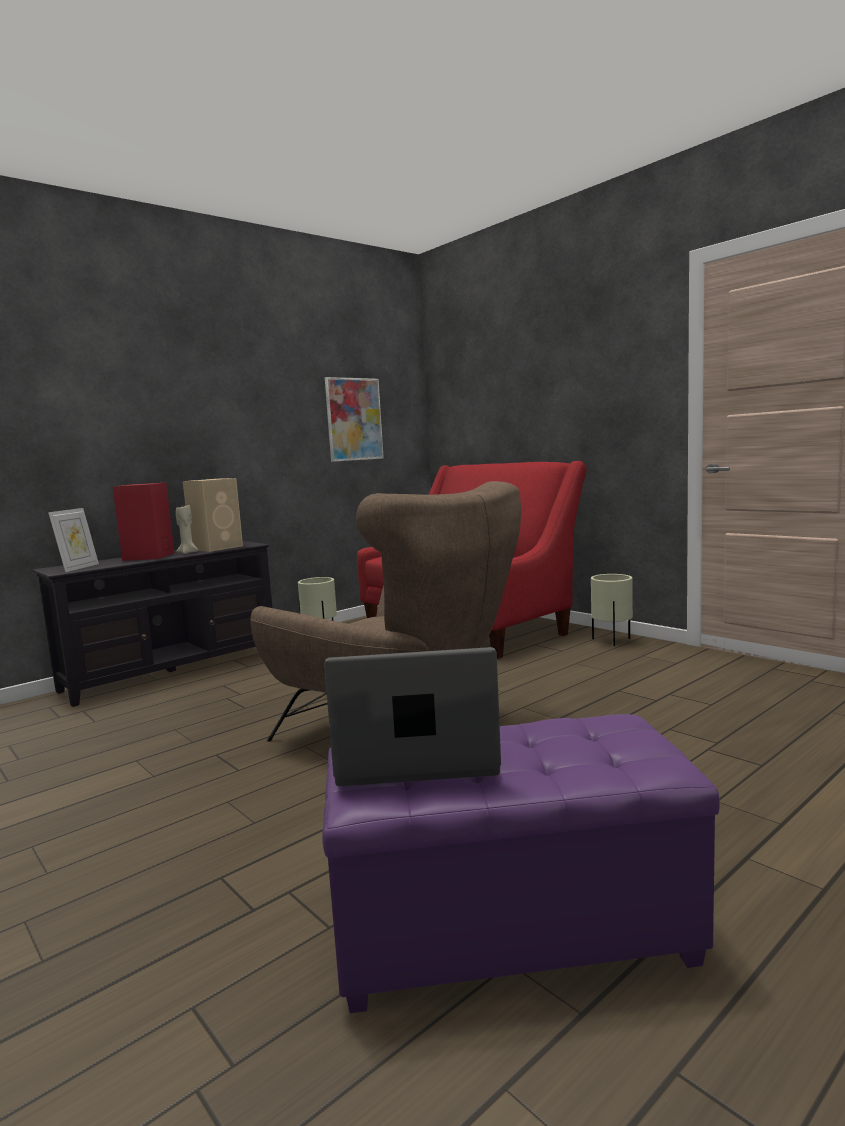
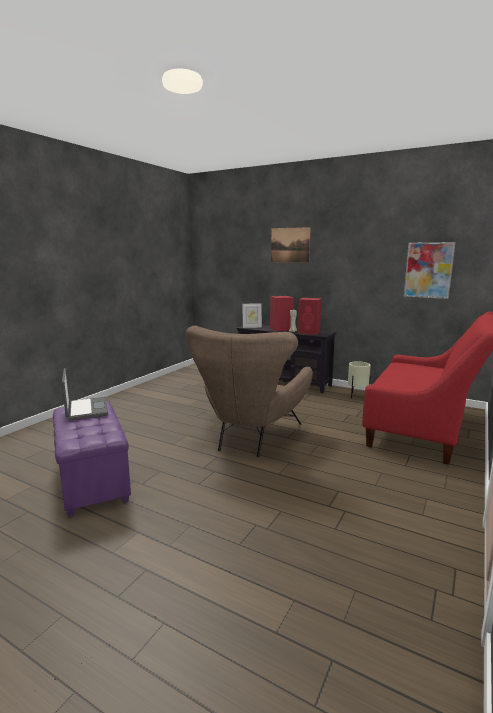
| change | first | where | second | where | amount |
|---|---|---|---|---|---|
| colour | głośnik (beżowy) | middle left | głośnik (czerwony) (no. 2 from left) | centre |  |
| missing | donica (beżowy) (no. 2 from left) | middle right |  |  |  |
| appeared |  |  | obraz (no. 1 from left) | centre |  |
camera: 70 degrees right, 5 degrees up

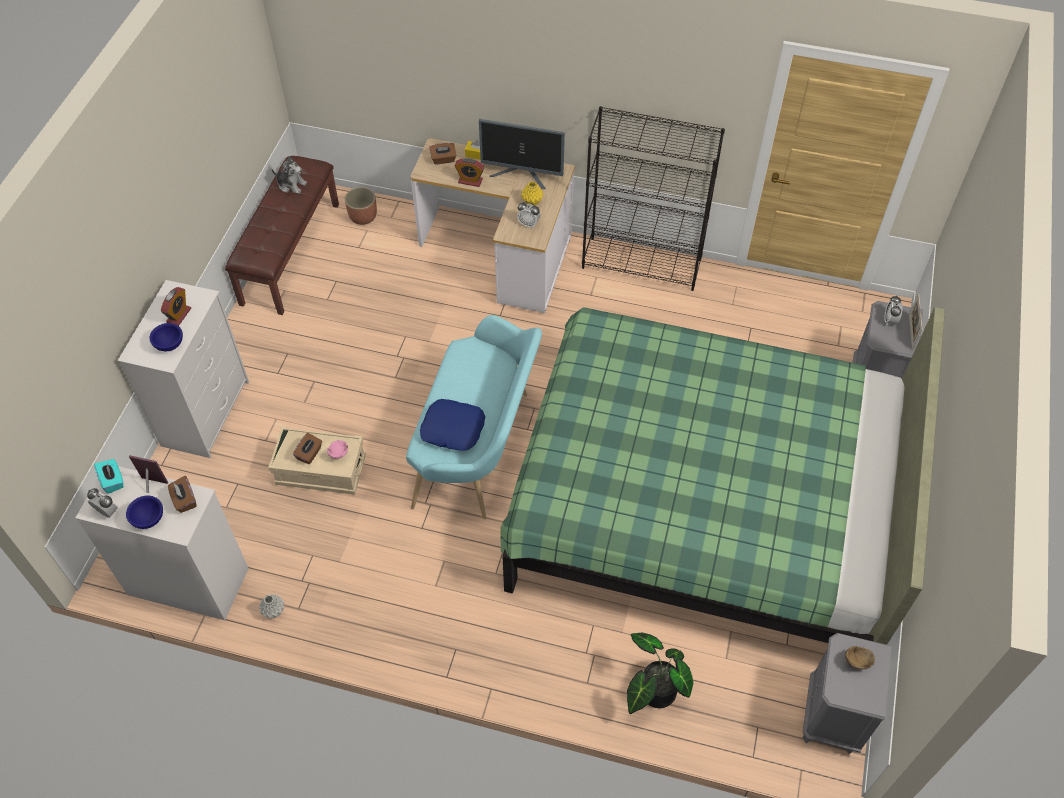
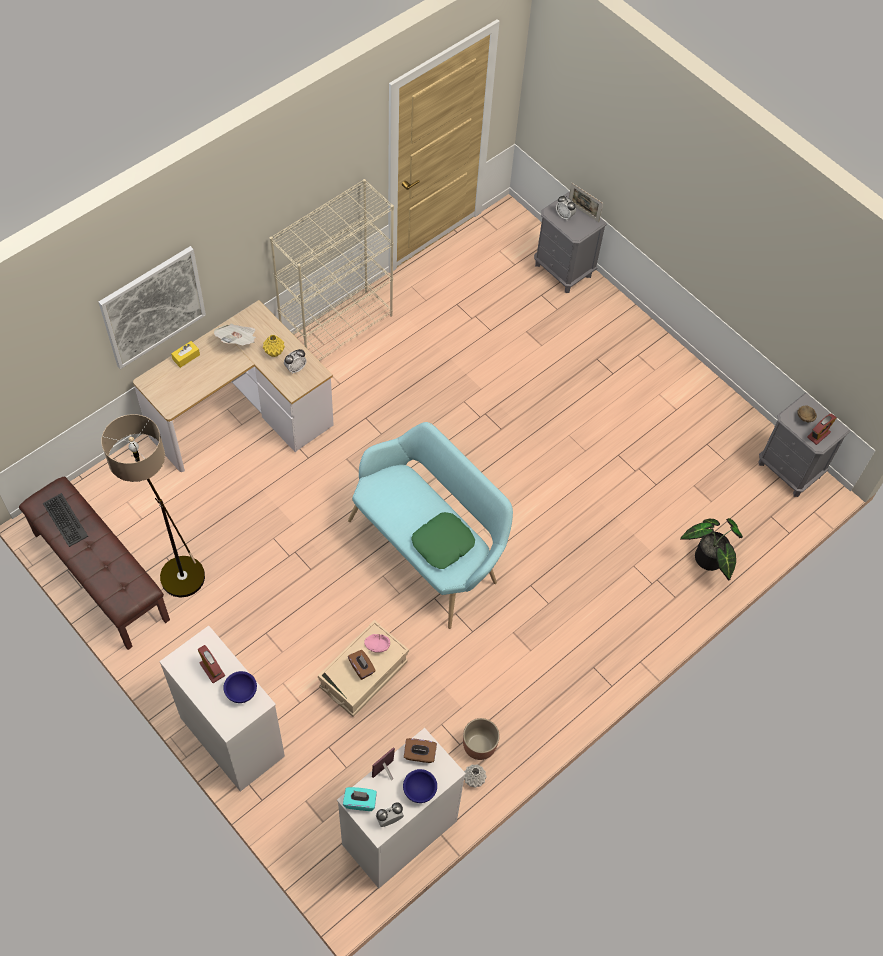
| change | first | where | second | where | amount |
|---|---|---|---|---|---|
| colour | regał (czarny) | top centre | regał (beżowy) | top centre |  |
| exchanged | monitor | top centre | gazeta | middle left |  |
| missing | pudełko chusteczek (brązowy) (no. 3 from left) | top centre |  |  |  |
| exchanged | pluszak | top left | klawiatura | middle left |  |
| relocated | budzik (no. 3 from left in the first image) | top centre | budzik (no. 5 from left) | middle right |  |
| relocated | donica | top centre |  | bottom centre |  |
| missing | łóżko (zielony) | middle right |  |  |  |
| colour | poduszka (niebieski) | centre | poduszka (zielony) | centre |  |
| appeared |  |  | obraz | top left |  |
| appeared |  |  | lampa stojąca | middle left |  |
camera: 60 degrees left, 5 degrees up

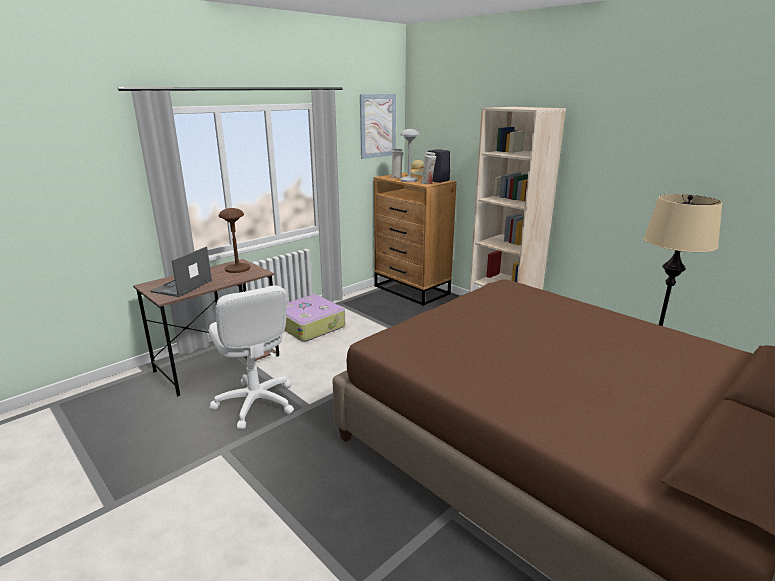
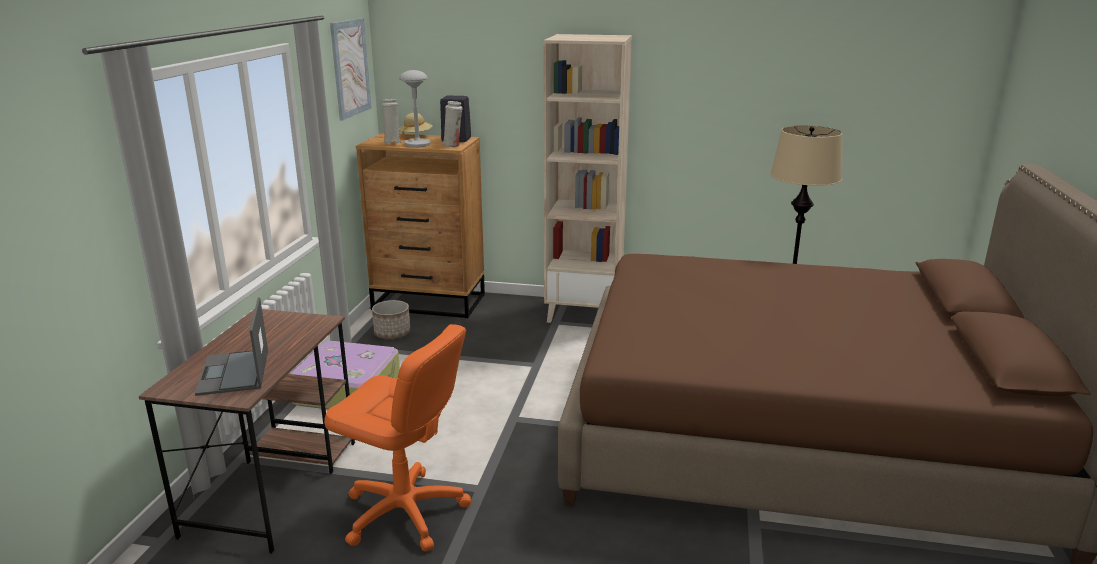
| change | first | where | second | where | amount |
|---|---|---|---|---|---|
| missing | lampa stołowa (brązowy) | middle left |  |  |  |
| colour | krzesło biurowe (biały) | middle left | krzesło biurowe (pomarańczowy) | bottom centre |  |
| appeared |  |  | donica | centre |  |
camera: 35 degrees left, 0 degrees up

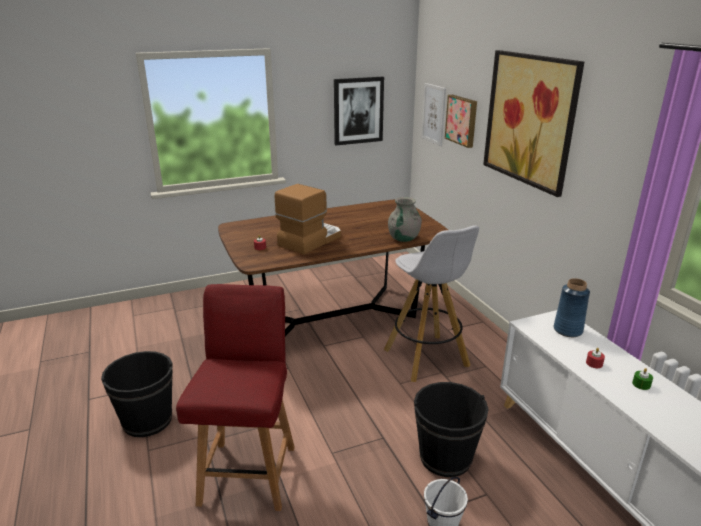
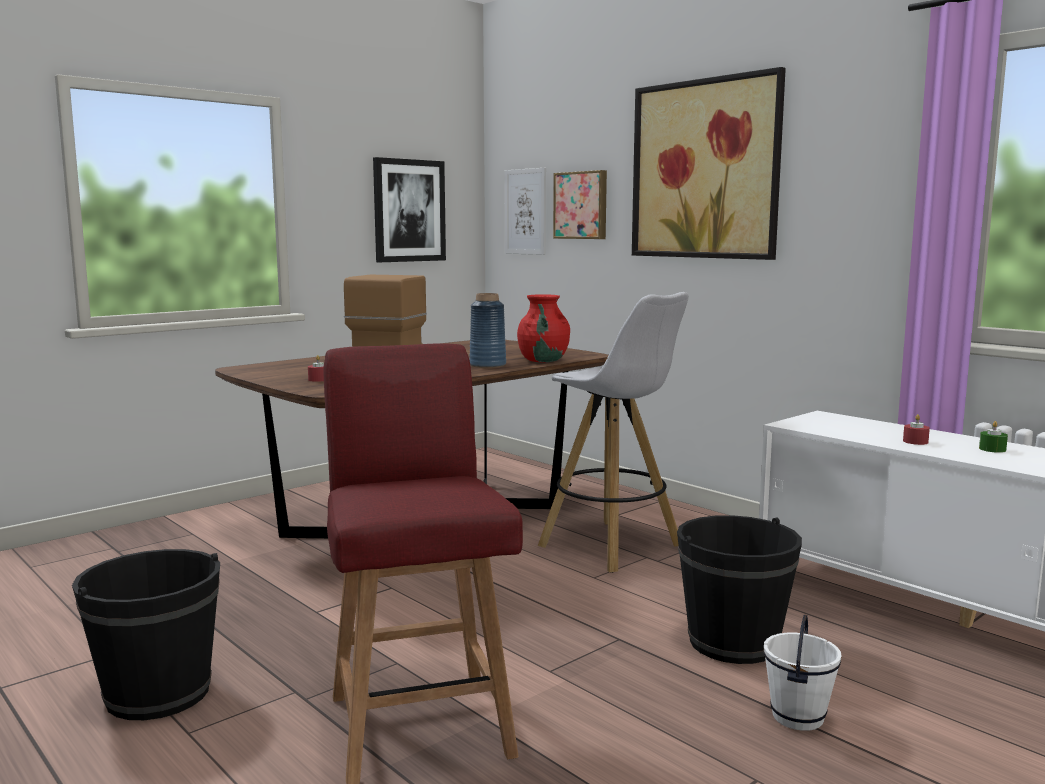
| change | first | where | second | where | amount |
|---|---|---|---|---|---|
| colour | wazon (szary) | centre | wazon (czerwony) | centre |  |
| relocated | wazon (niebieski) | middle right |  | centre |  |
camera: 20 degrees left, 15 degrees down

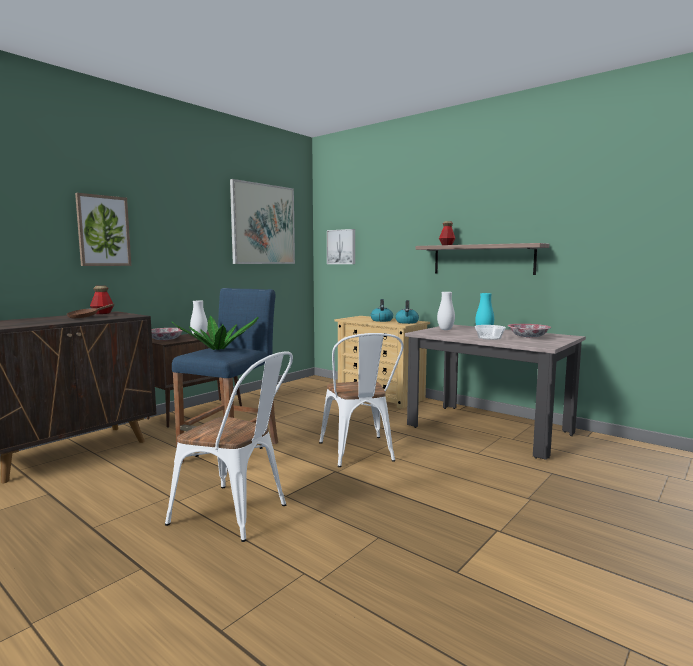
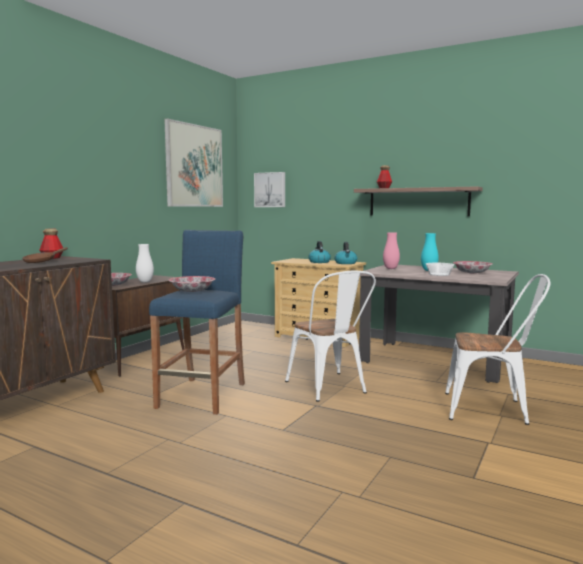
| change | first | where | second | where | amount |
|---|---|---|---|---|---|
| missing | obraz (no. 1 from left) | middle left |  |  |  |
| colour | wazon (biały) (no. 2 from left) | centre | wazon (różowy) | middle right |  |
| exchanged | roślina doniczkowa | middle left | miska (no. 2 from left) | middle left |  |
| relocated | krzesło (biały) (no. 1 from left in the first image) | bottom left | krzesło (biały) (no. 2 from left) | middle right |  |
camera: 10 degrees left, 0 degrees up

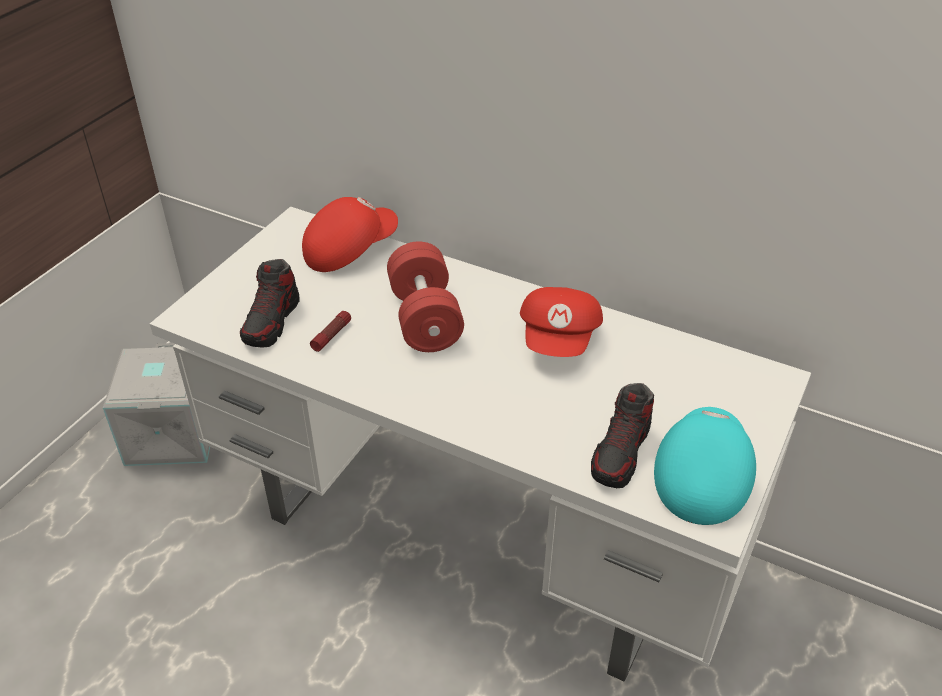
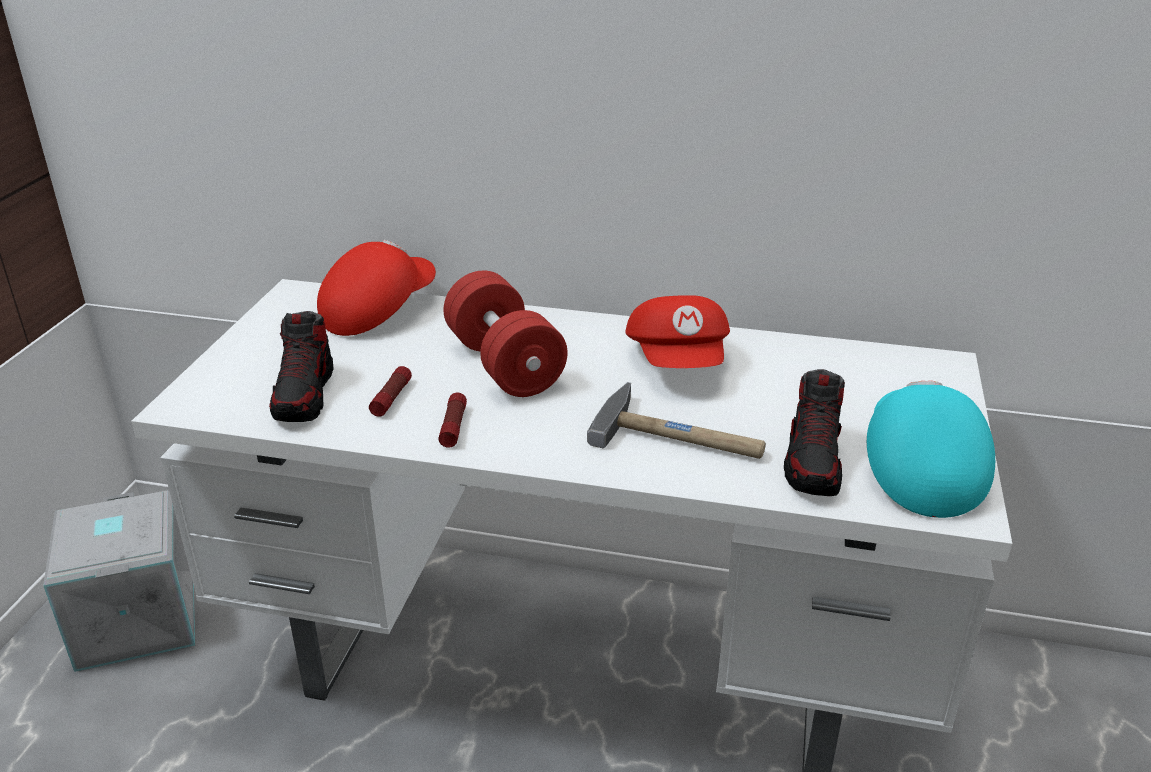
| change | first | where | second | where | amount |
|---|---|---|---|---|---|
| appeared |  |  | młotek | centre |  |
| appeared |  |  | latarka (no. 2 from left) | centre |  |
camera: 15 degrees left, 10 degrees down

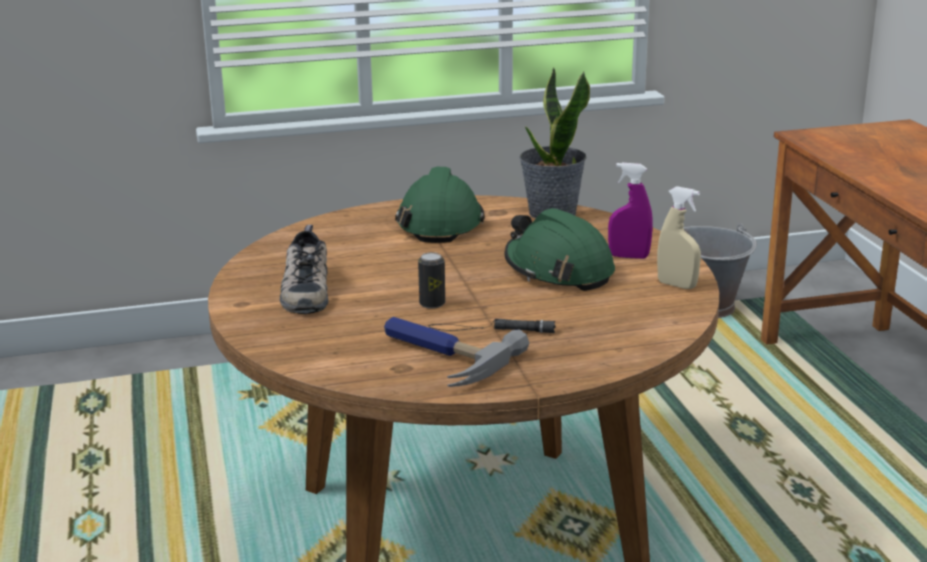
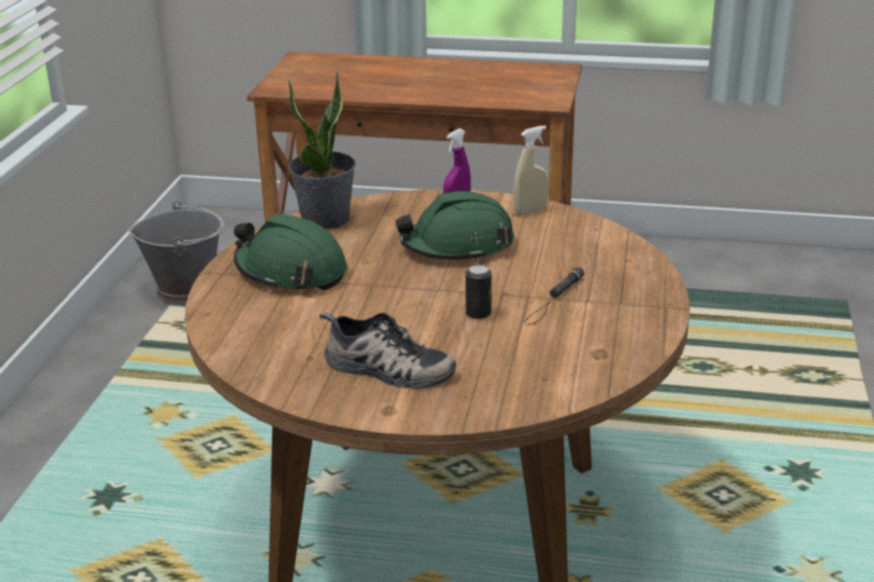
| change | first | where | second | where | amount |
|---|---|---|---|---|---|
| missing | młotek | centre |  |  |  |
camera: 65 degrees left, 5 degrees up

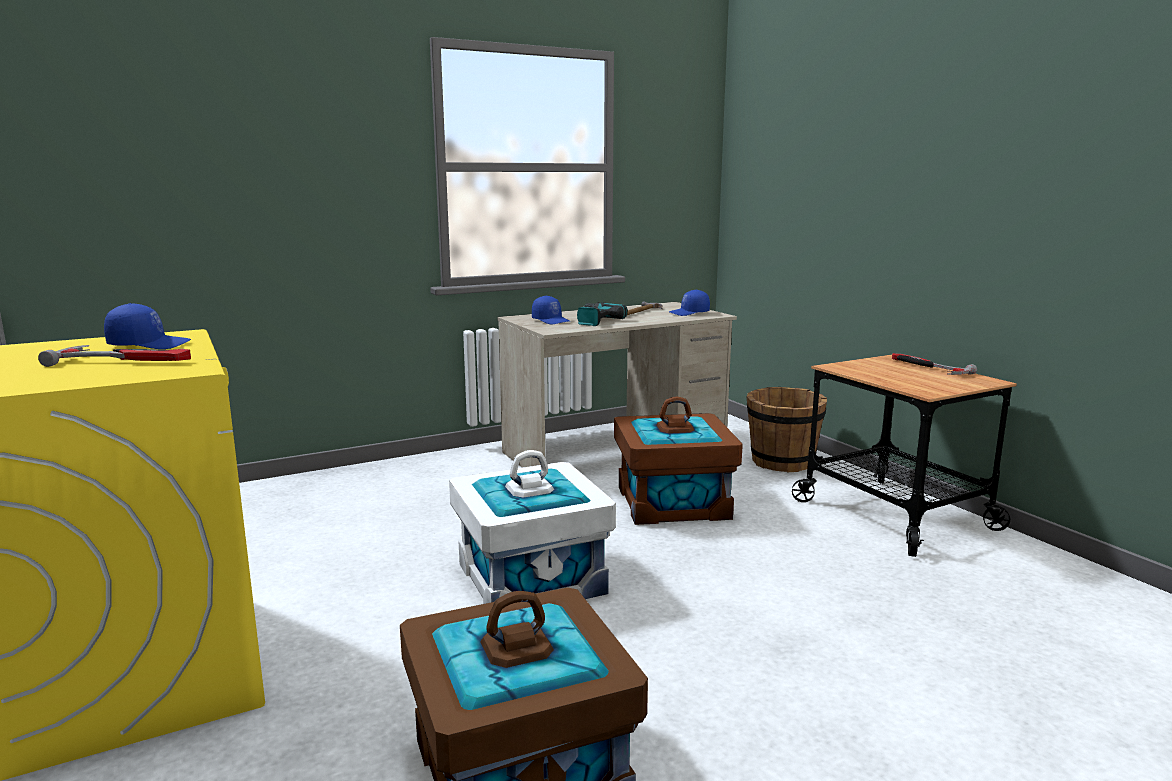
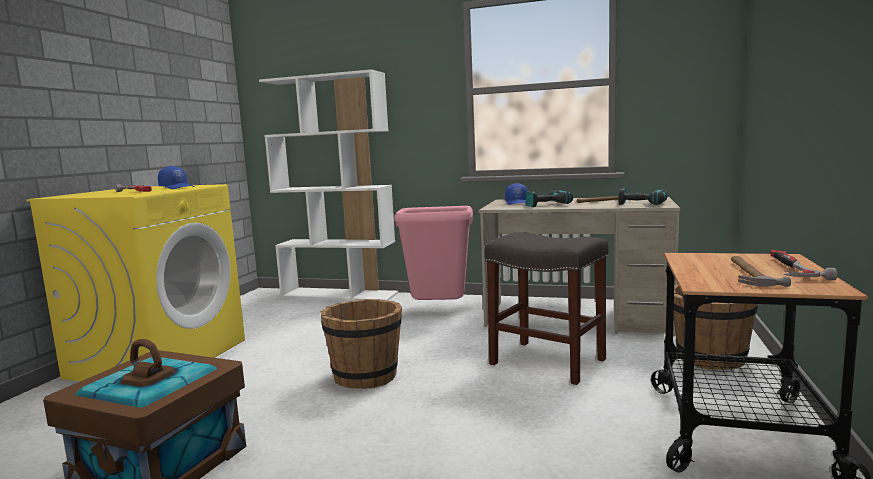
| change | first | where | second | where | amount |
|---|---|---|---|---|---|
| exchanged | czapka z daszkiem (niebieski) (no. 3 from left) | centre | wiertarka (no. 2 from left) | middle right |  |
| exchanged | pojemnik do przechowywania (brązowy) (no. 2 from left) | centre | stołek (szary) | centre |  |
| exchanged | pojemnik do przechowywania (biały) | bottom centre | wiadro (brązowy) (no. 1 from left) | bottom centre |  |
| appeared |  |  | regał (biały) | centre |  |
| appeared |  |  | kosz na śmieci (różowy) | centre |  |
| appeared |  |  | młotek (no. 3 from left) | middle right |  |
camera: 45 degrees right, 5 degrees down

